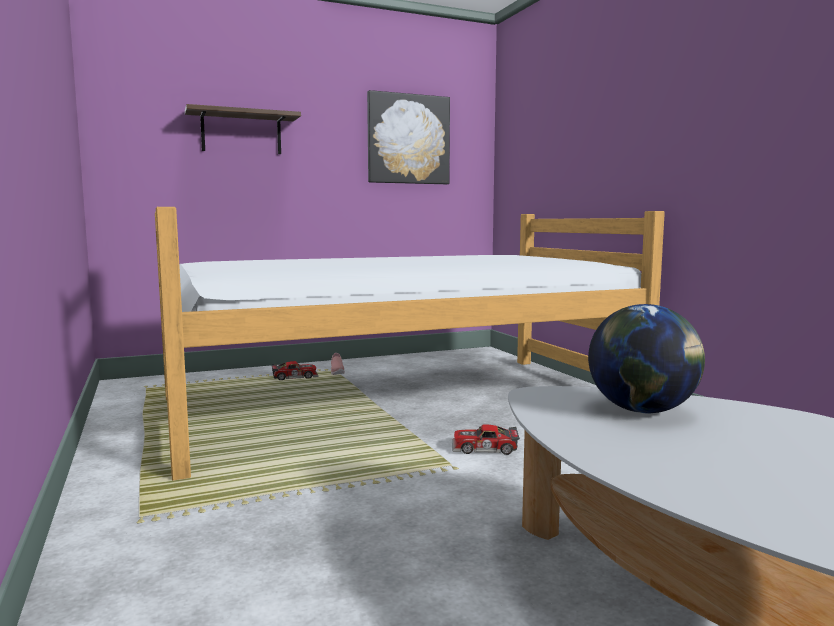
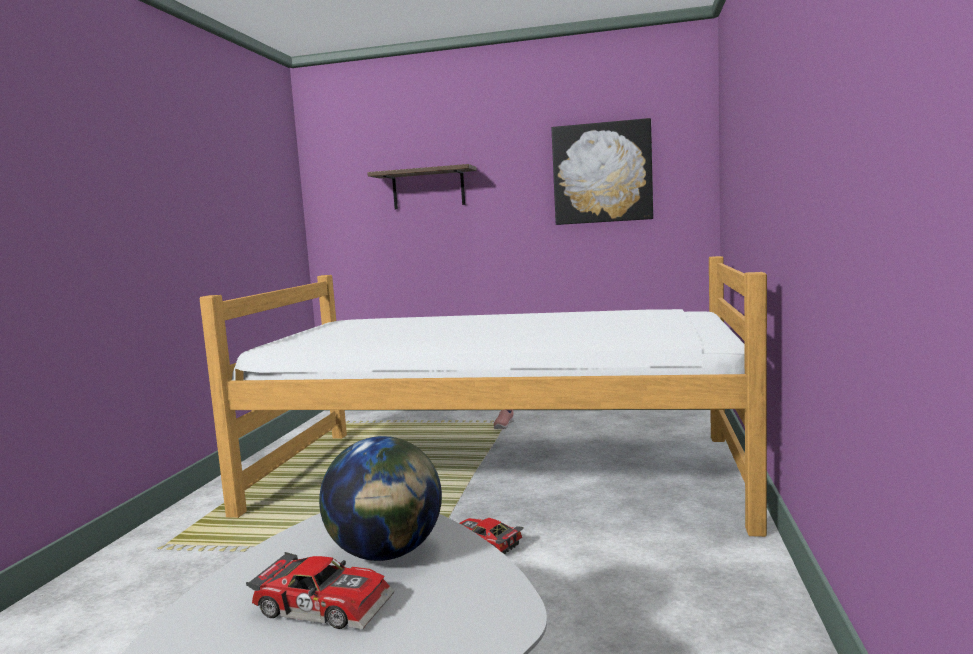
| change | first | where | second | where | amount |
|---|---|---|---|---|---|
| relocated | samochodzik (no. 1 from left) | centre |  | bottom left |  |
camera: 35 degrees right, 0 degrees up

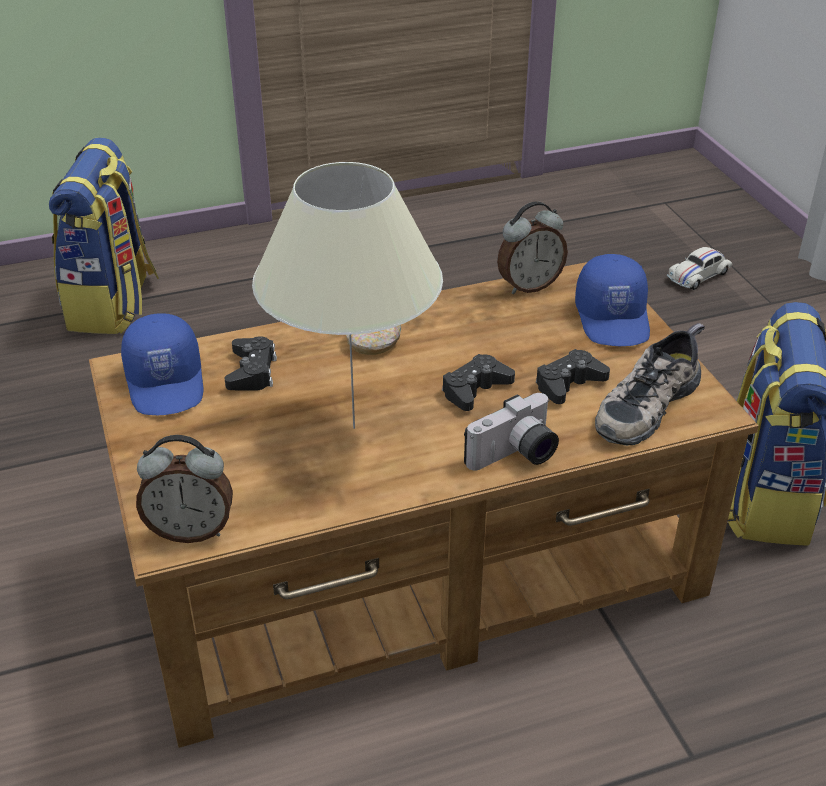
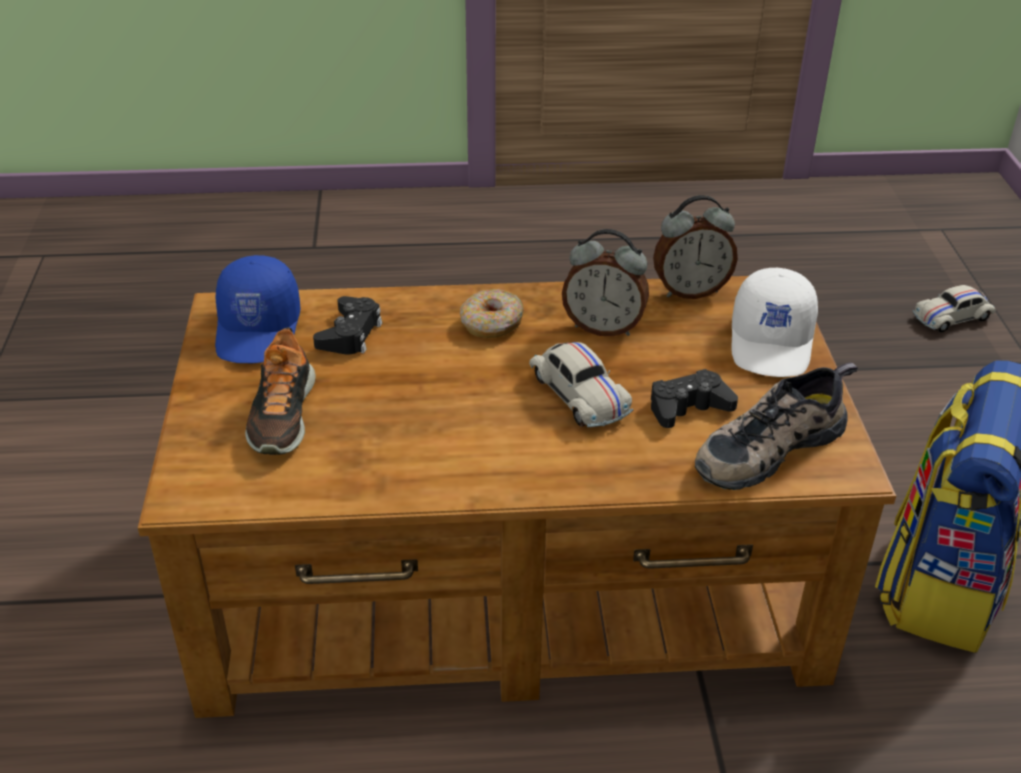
| change | first | where | second | where | amount |
|---|---|---|---|---|---|
| missing | plecak (no. 1 from left) | top left |  |  |  |
| missing | lampa stołowa (beżowy) | centre |  |  |  |
| colour | czapka z daszkiem (niebieski) (no. 2 from left) | middle right | czapka z daszkiem (biały) | middle right |  |
| exchanged | pad do gier (czarny) (no. 2 from left) | centre | samochodzik (biały) (no. 1 from left) | centre |  |
| missing | aparat fotograficzny | centre |  |  |  |
| relocated | budzik (no. 1 from left) | middle left |  | centre |  |
| appeared |  |  | but (no. 1 from left) | middle left |  |
camera: 15 degrees right, 0 degrees up

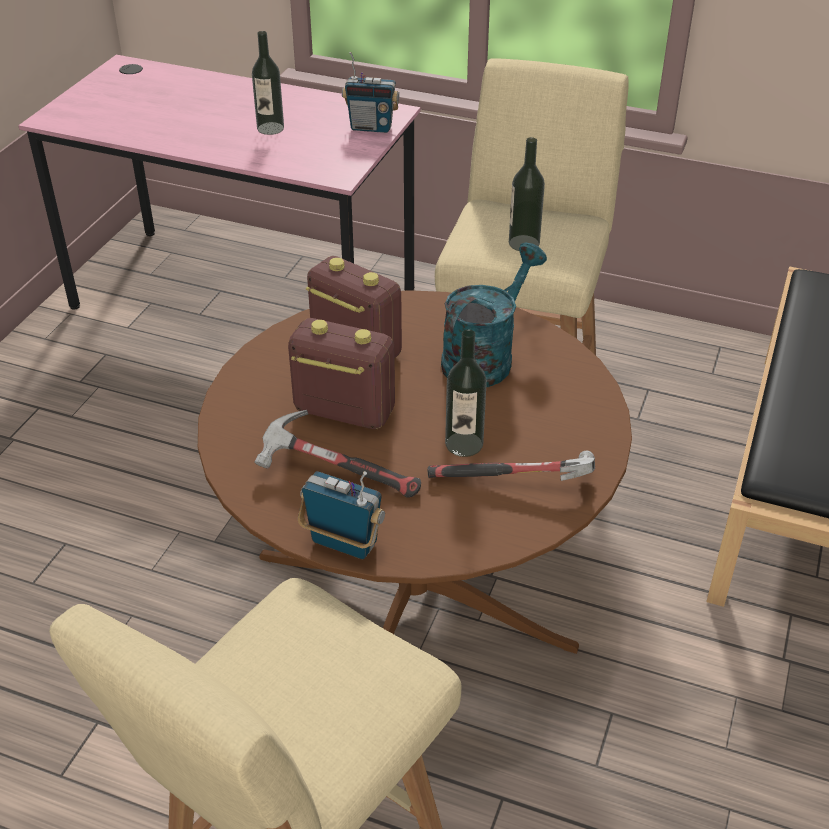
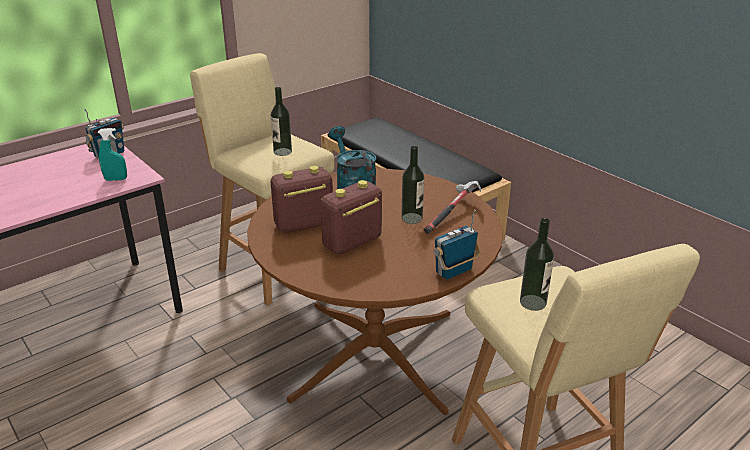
| change | first | where | second | where | amount |
|---|---|---|---|---|---|
| relocated | butelka (no. 1 from left in the first image) | top left | butelka (no. 3 from left) | middle right |  |
| missing | młotek (no. 1 from left) | centre |  |  |  |
| appeared |  |  | spryskiwacz (turkusowy) | middle left |  |
camera: 60 degrees left, 10 degrees down

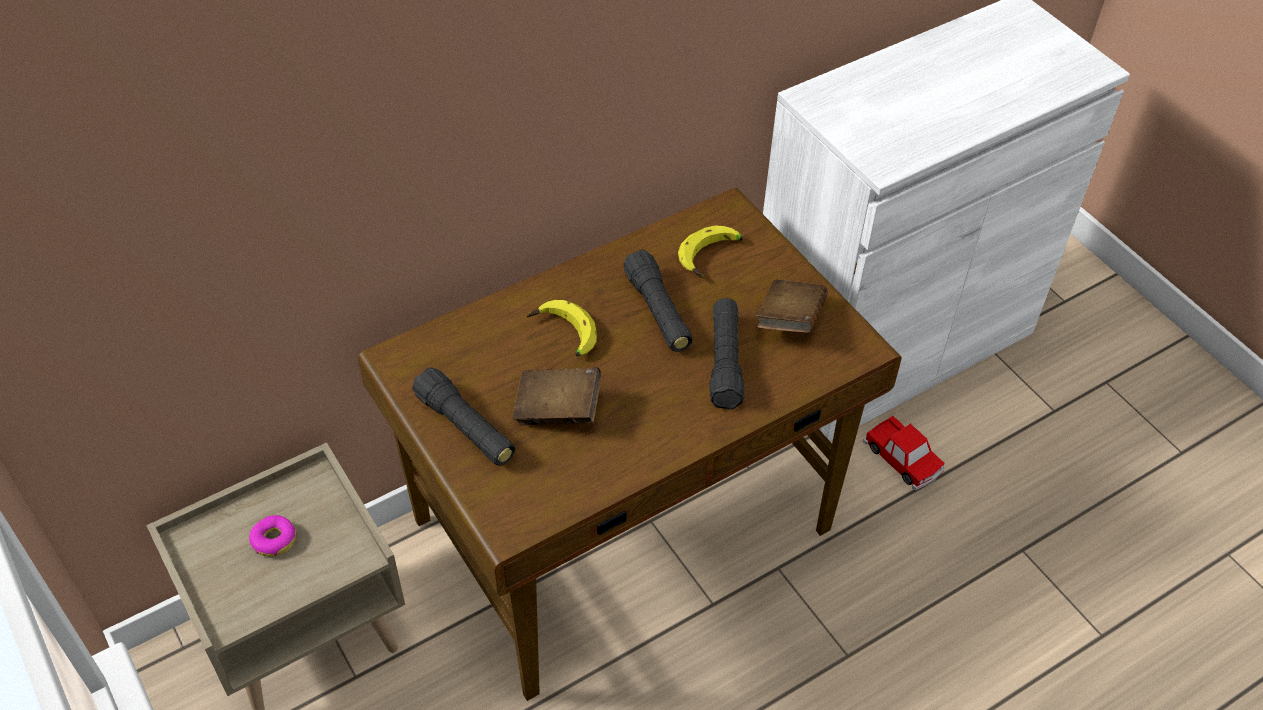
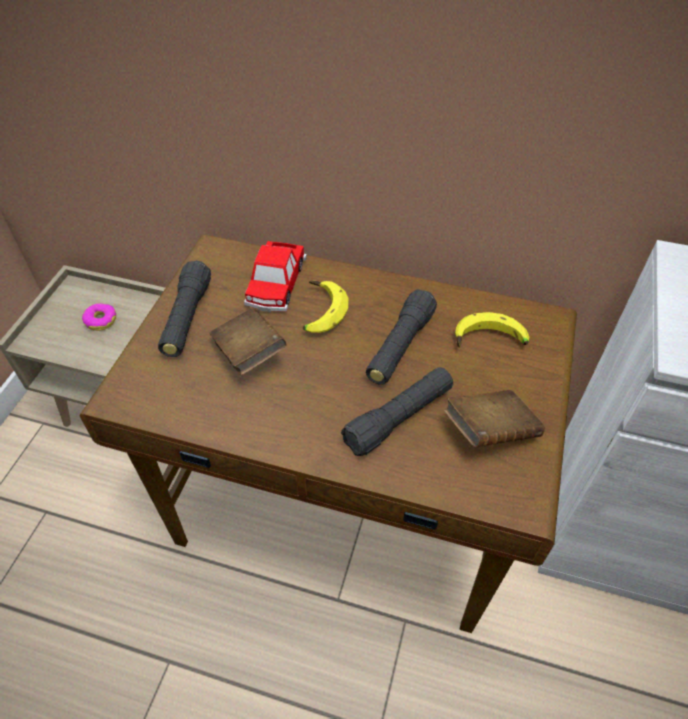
| change | first | where | second | where | amount |
|---|---|---|---|---|---|
| relocated | samochodzik | middle right |  | centre |  |
camera: 50 degrees right, 0 degrees up

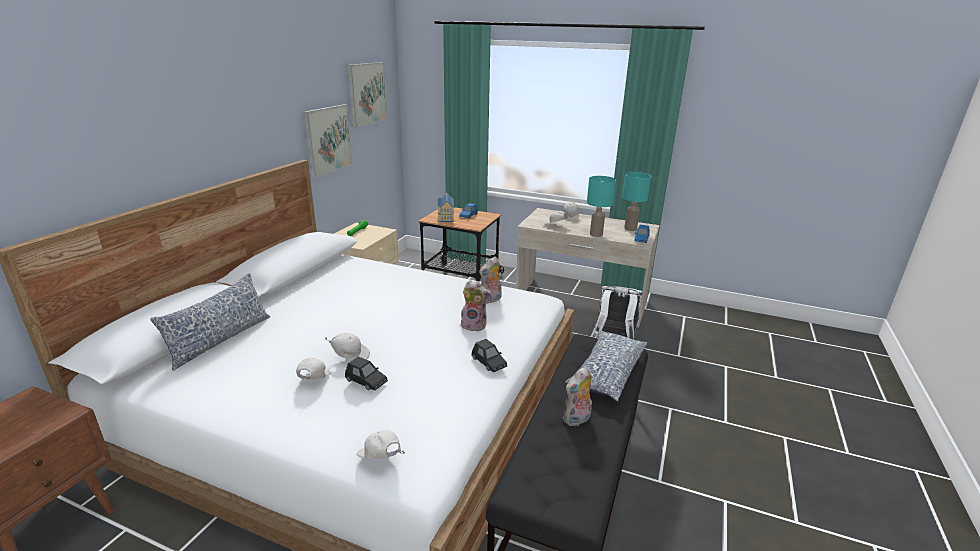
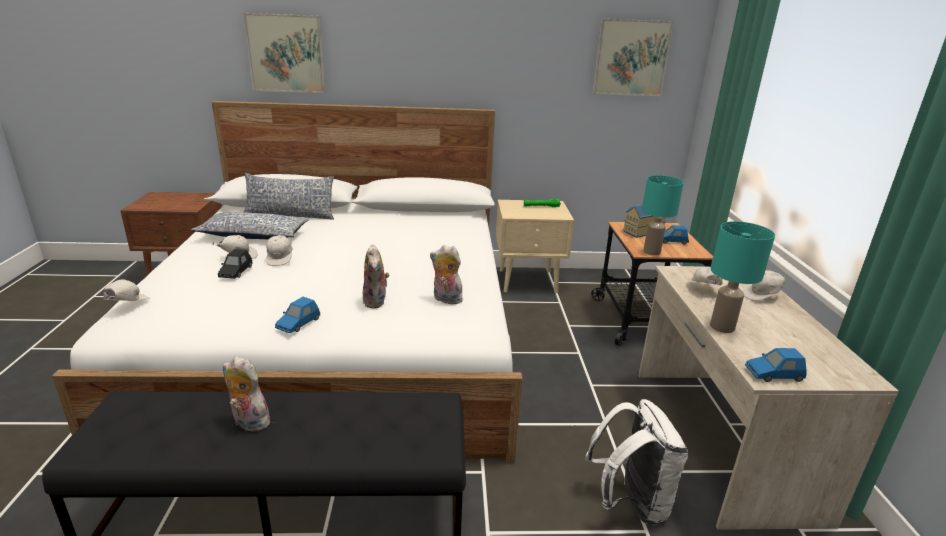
| change | first | where | second | where | amount |
|---|---|---|---|---|---|
| relocated | obraz (no. 1 from left) | top centre |  | top left |  |
| relocated | lampa stołowa (turkusowy) (no. 2 from left in the first image) | centre | lampa stołowa (turkusowy) (no. 1 from left) | middle right |  |
| relocated | poduszka (no. 2 from left in the first image) | centre | poduszka (no. 1 from left) | middle left |  |
| colour | samochodzik (czarny) (no. 2 from left) | centre | samochodzik (niebieski) (no. 1 from left) | middle left |  |
camera: 65 degrees right, 0 degrees up

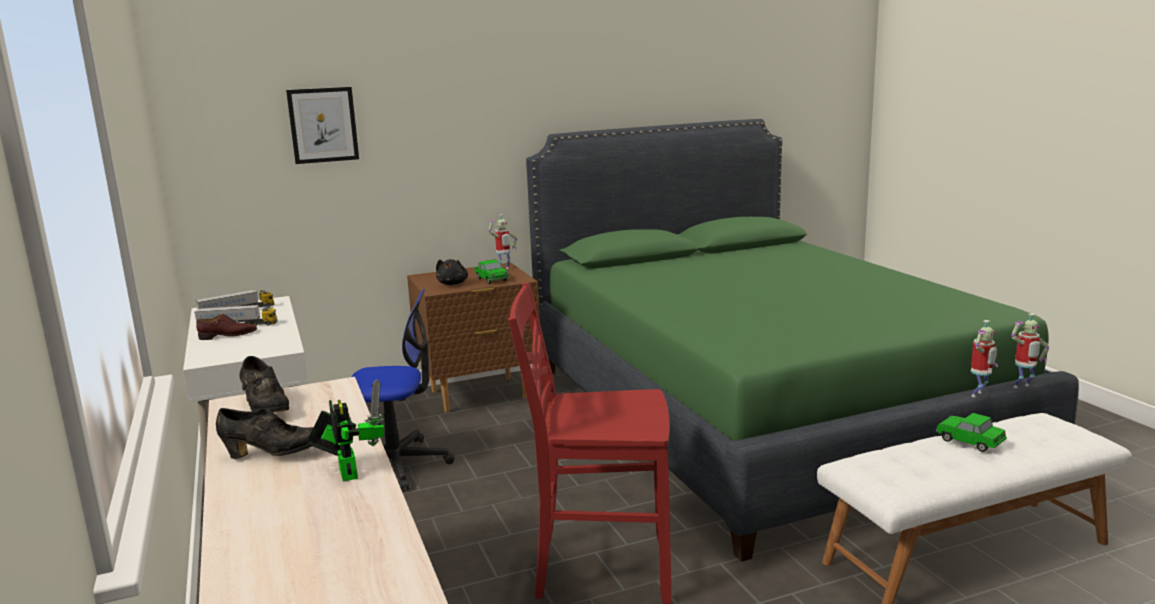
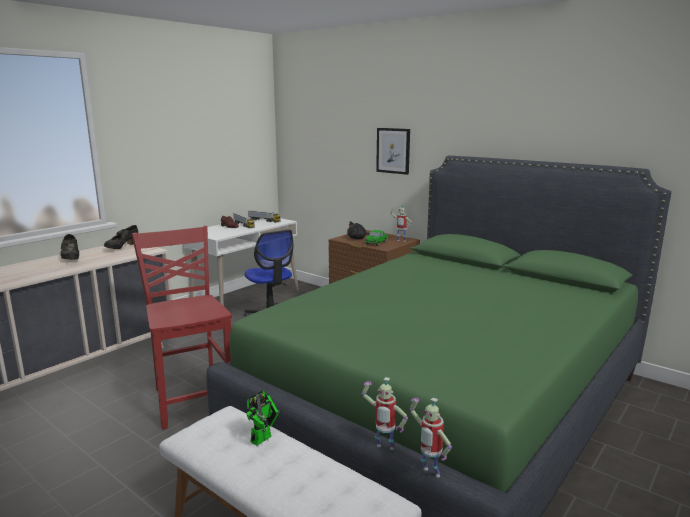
| change | first | where | second | where | amount |
|---|---|---|---|---|---|
| relocated | obraz | top left |  | top centre |  |
| relocated | robot zabawkowy (no. 1 from left) | bottom left |  | bottom centre |  |
| missing | samochodzik (no. 2 from left) | bottom right |  |  |  |
camera: 60 degrees right, 0 degrees up

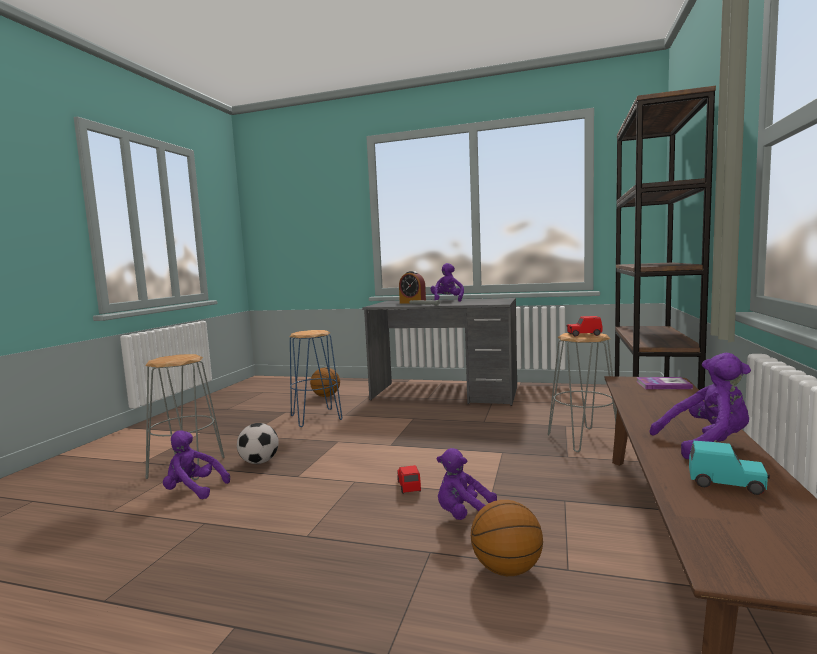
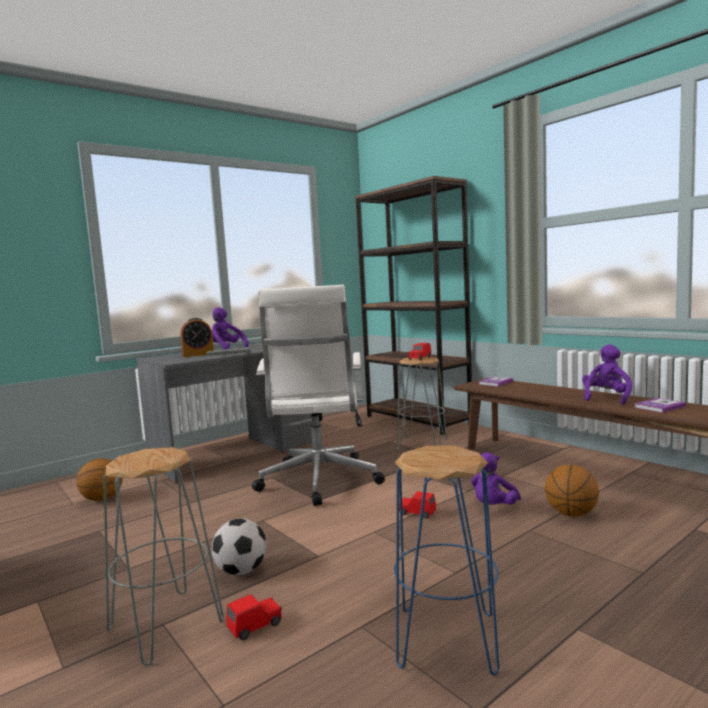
| change | first | where | second | where | amount |
|---|---|---|---|---|---|
| relocated | stołek (niebieski) | centre |  | bottom centre |  |
| exchanged | pluszak (fioletowy) (no. 1 from left) | bottom left | samochodzik (czerwony) (no. 1 from left) | bottom centre |  |
| exchanged | samochodzik (turkusowy) | bottom right | książka (no. 2 from left) | middle right |  |
| appeared |  |  | krzesło biurowe (biały) | centre |  |
camera: 55 degrees left, 0 degrees up

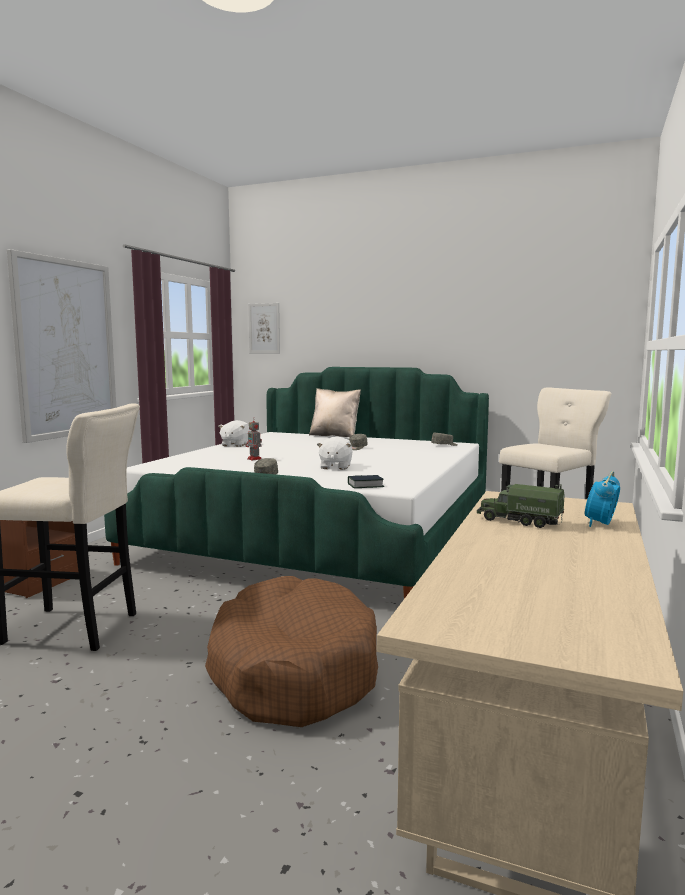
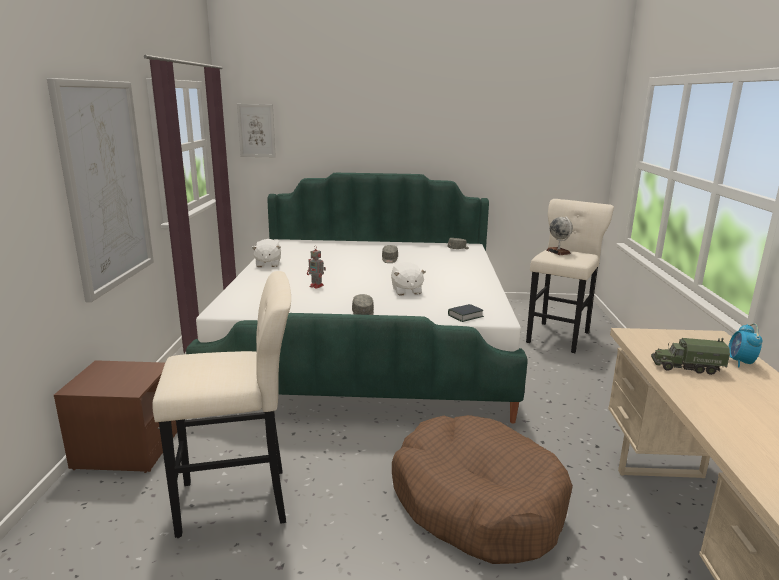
| change | first | where | second | where | amount |
|---|---|---|---|---|---|
| missing | poduszka (beżowy) | centre |  |  |  |
| appeared |  |  | globus | middle right |  |
camera: 20 degrees left, 10 degrees up

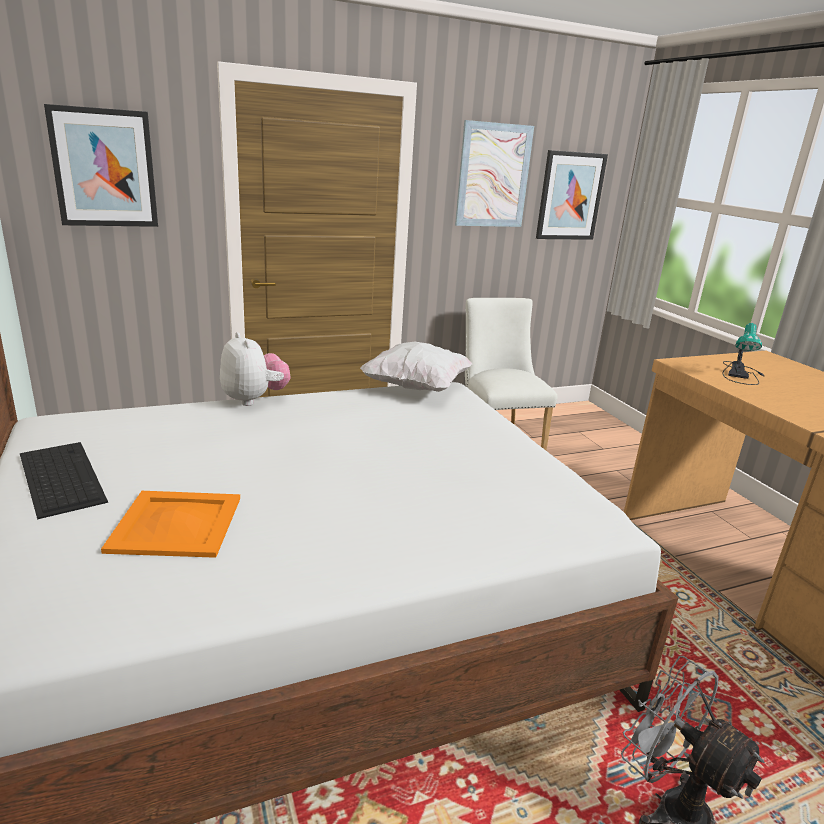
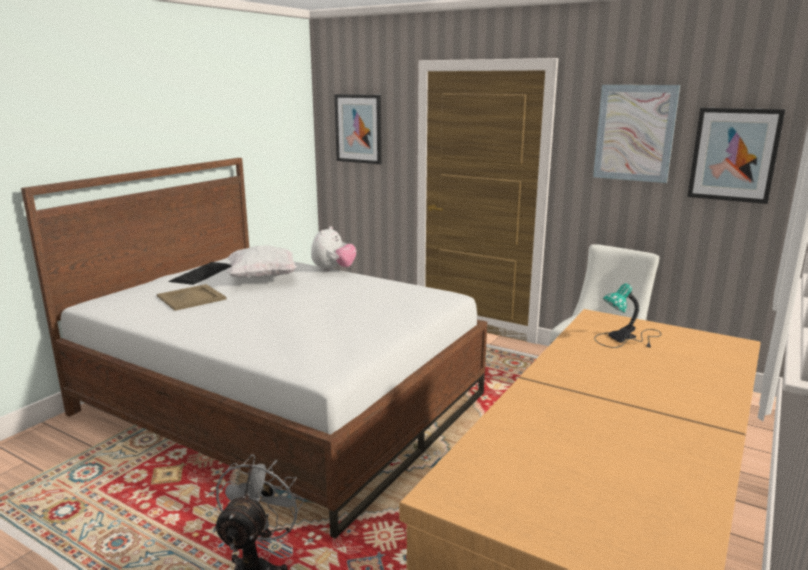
| change | first | where | second | where | amount |
|---|---|---|---|---|---|
| relocated | poduszka (biały) | centre |  | middle left |  |
| colour | taca (pomarańczowy) | middle left | taca (beżowy) | middle left |  |
camera: 55 degrees right, 5 degrees down

